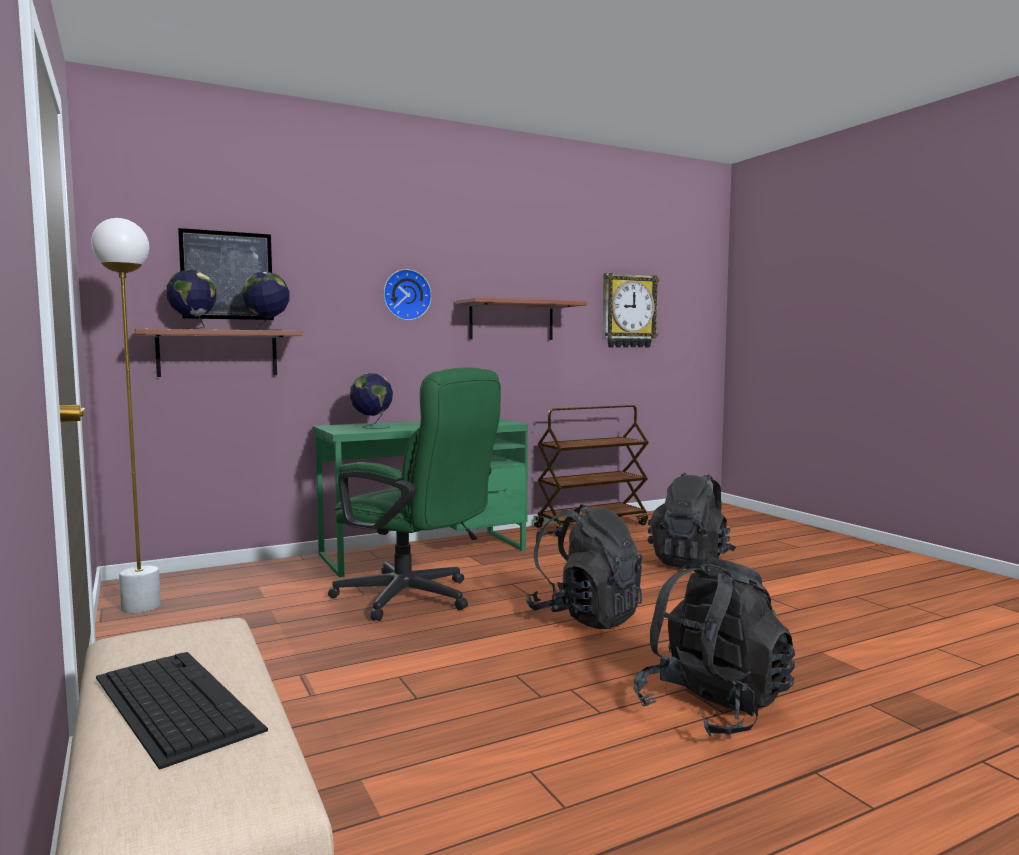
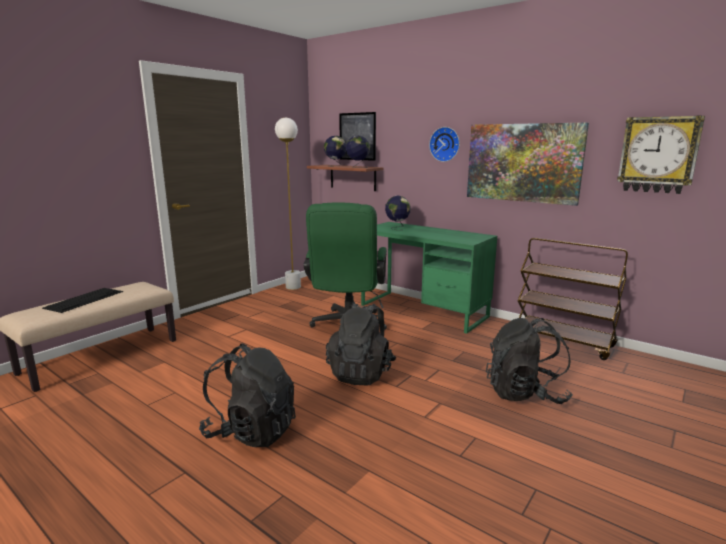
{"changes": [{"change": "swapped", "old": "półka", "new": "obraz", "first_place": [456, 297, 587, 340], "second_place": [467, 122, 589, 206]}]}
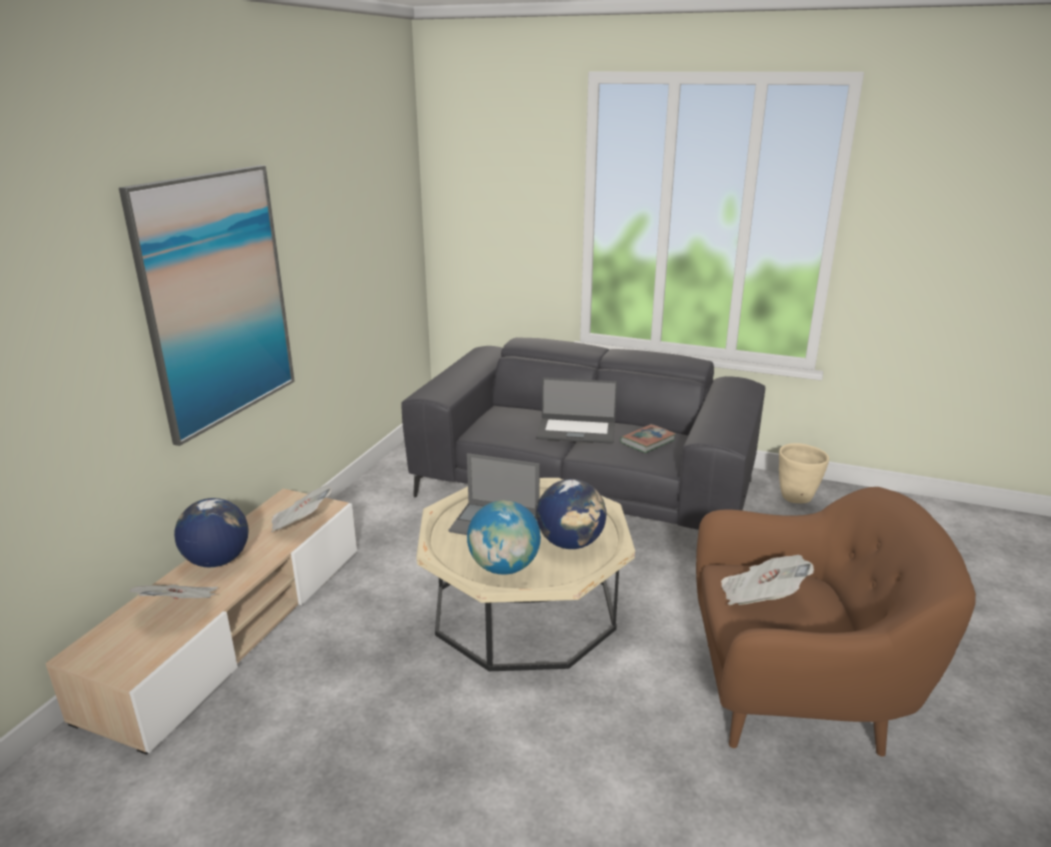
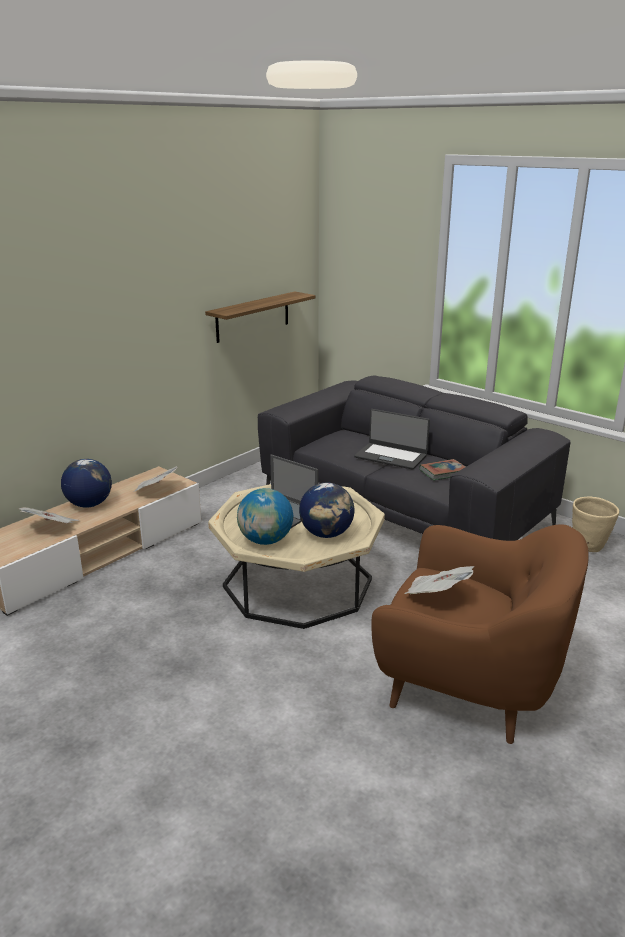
{"changes": [{"change": "gone", "old": "obraz", "first_place": [119, 165, 295, 446]}, {"change": "new", "new": "półka", "second_place": [205, 292, 315, 343]}]}
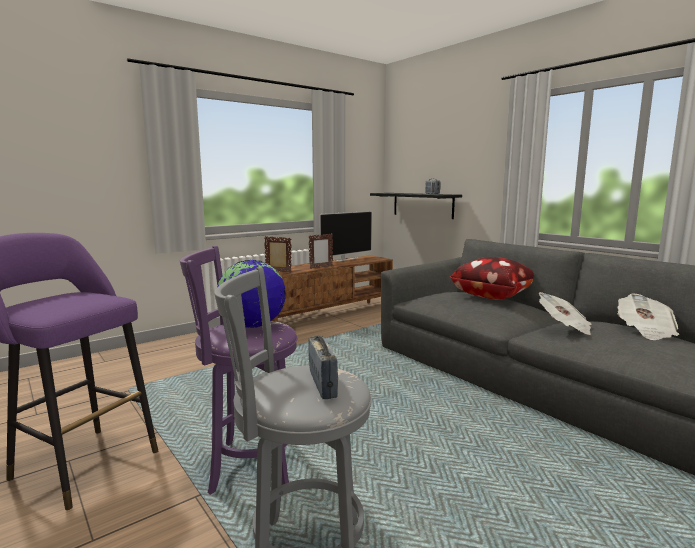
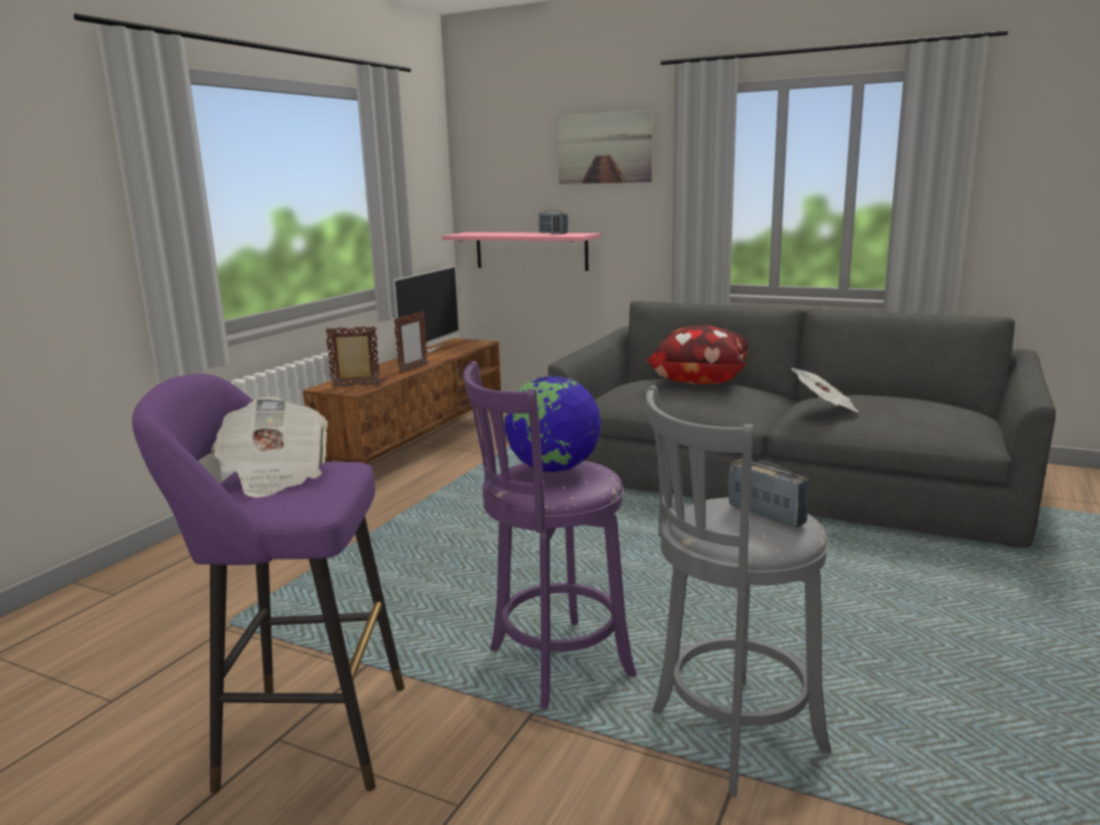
{"changes": [{"change": "repainted", "old": "półka (czarny)", "new": "półka (różowy)", "first_place": [370, 193, 462, 219], "second_place": [442, 232, 601, 271]}, {"change": "shifted", "old": "gazeta", "first_place": [618, 294, 679, 340], "second_place": [211, 397, 328, 498]}, {"change": "new", "new": "obraz", "second_place": [557, 110, 652, 184]}]}
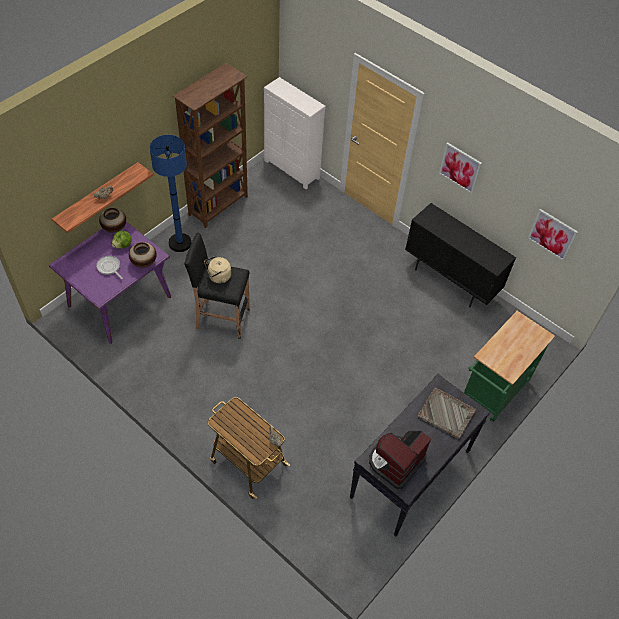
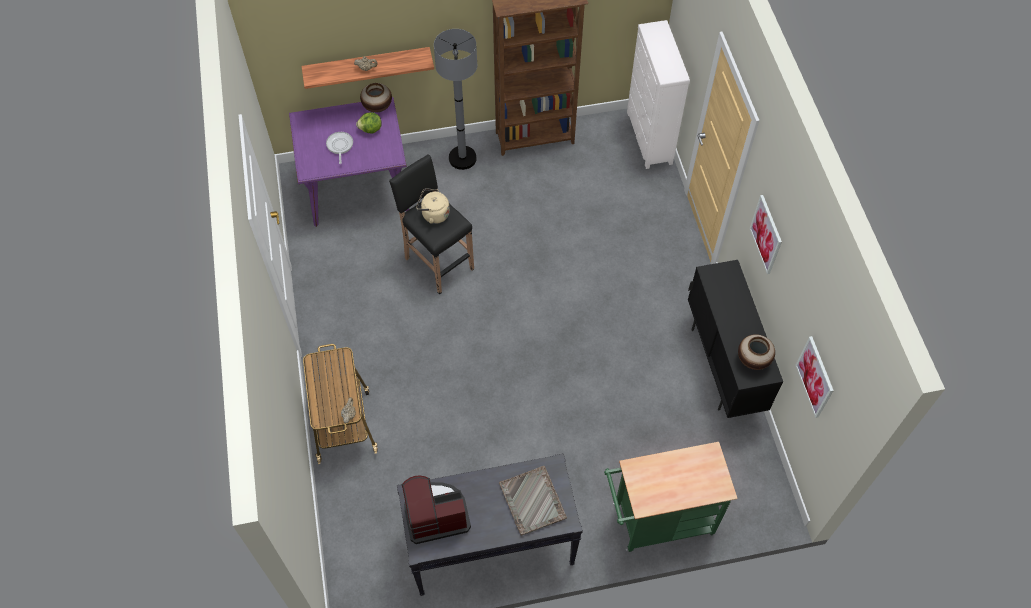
{"changes": [{"change": "shifted", "old": "wazon", "first_place": [129, 242, 157, 268], "second_place": [738, 334, 775, 370]}, {"change": "repainted", "old": "lampa stojąca (niebieski)", "new": "lampa stojąca (szary)", "first_place": [150, 135, 192, 252], "second_place": [434, 29, 477, 170]}]}
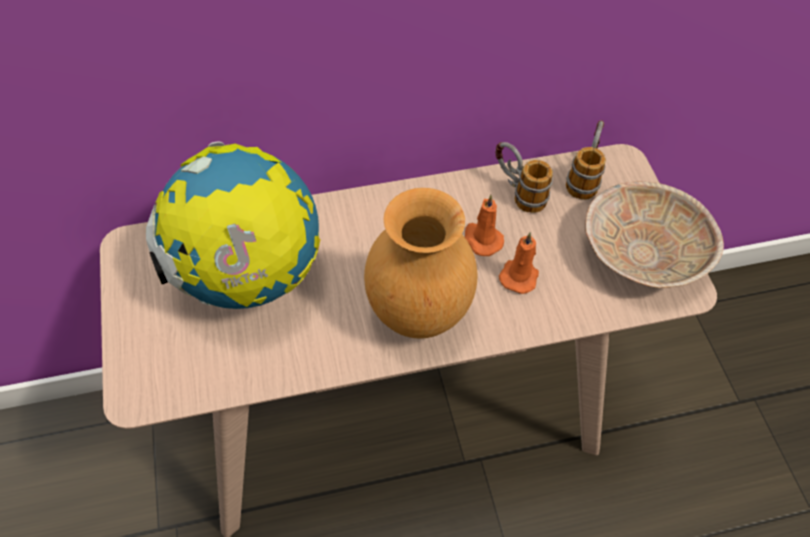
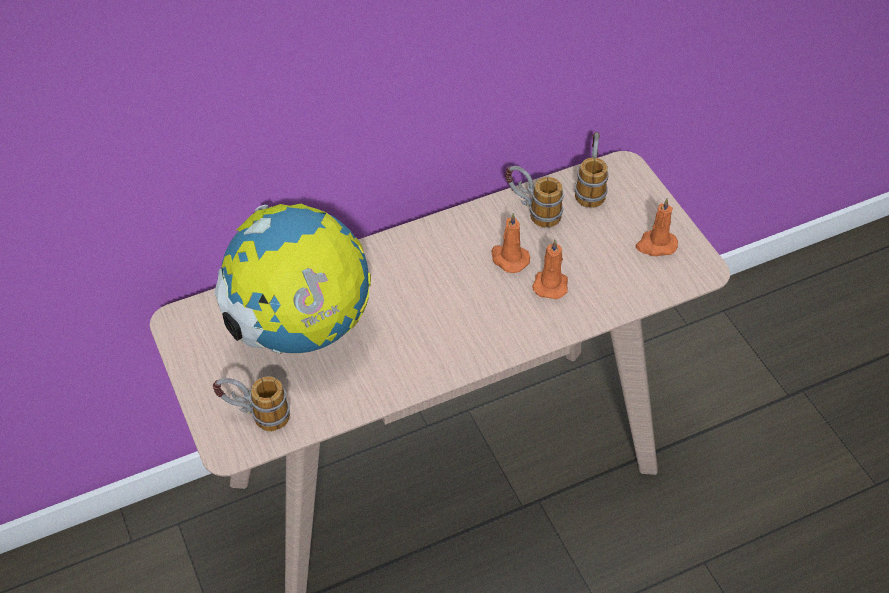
{"changes": [{"change": "gone", "old": "wazon (brązowy)", "first_place": [364, 188, 477, 338]}, {"change": "swapped", "old": "miska (beżowy)", "new": "świeca (pomarańczowy)", "first_place": [585, 182, 724, 288], "second_place": [636, 198, 678, 256]}, {"change": "new", "new": "kubek", "second_place": [213, 376, 290, 431]}]}
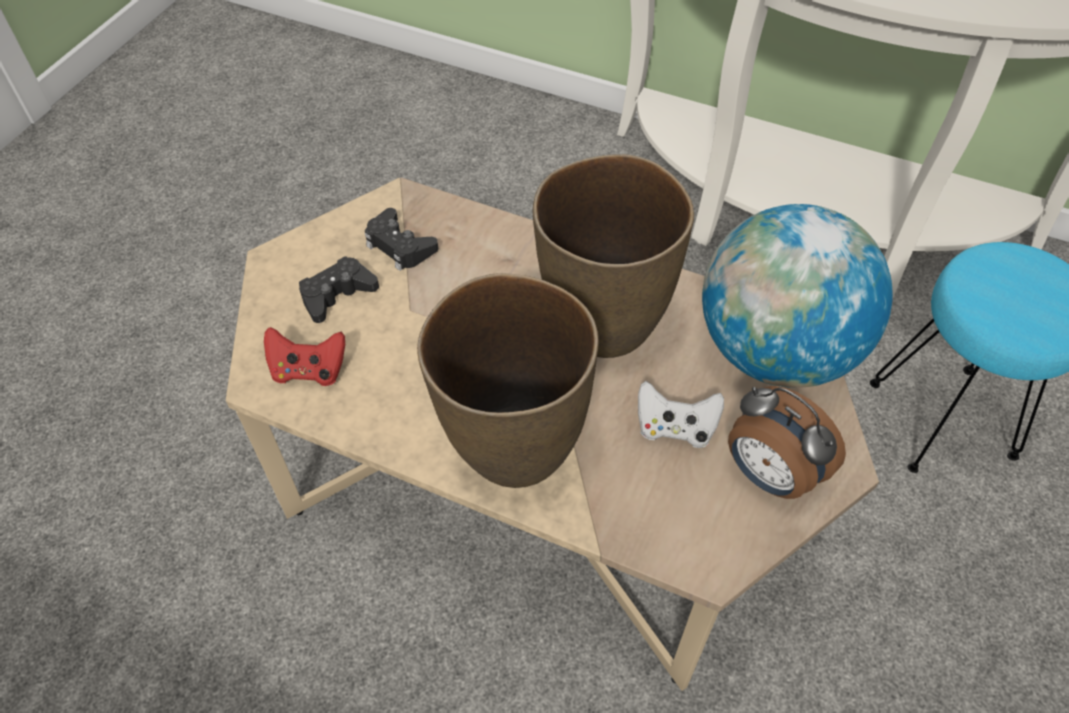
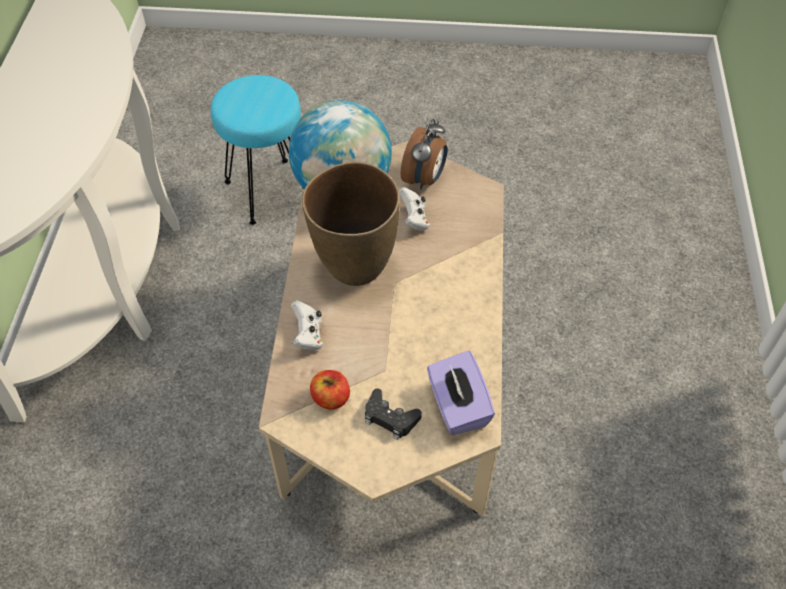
{"changes": [{"change": "swapped", "old": "pad do gier (czerwony)", "new": "pudełko chusteczek (fioletowy)", "first_place": [264, 327, 345, 386], "second_place": [427, 351, 495, 435]}, {"change": "swapped", "old": "pad do gier (czarny)", "new": "jabłko", "first_place": [365, 208, 438, 271], "second_place": [310, 370, 350, 410]}, {"change": "gone", "old": "wazon (brązowy)", "first_place": [417, 273, 599, 488]}, {"change": "new", "new": "pad do gier (biały)", "second_place": [291, 300, 323, 350]}]}
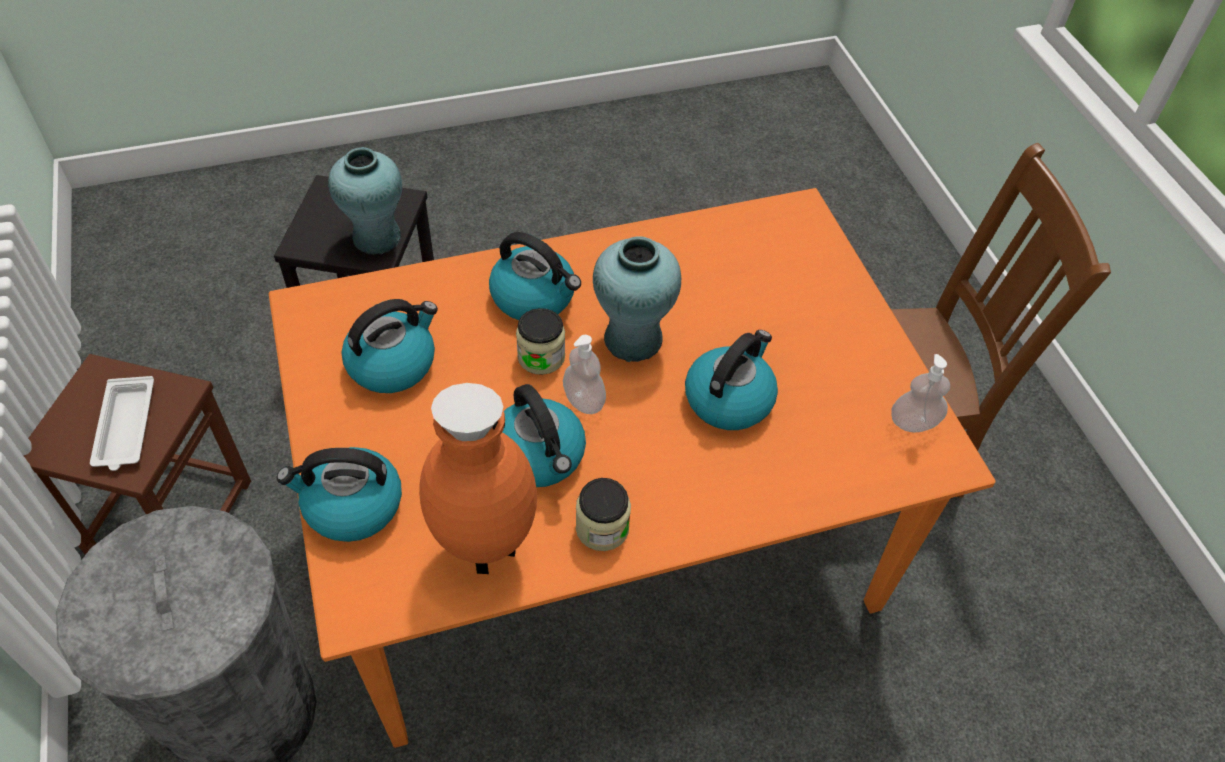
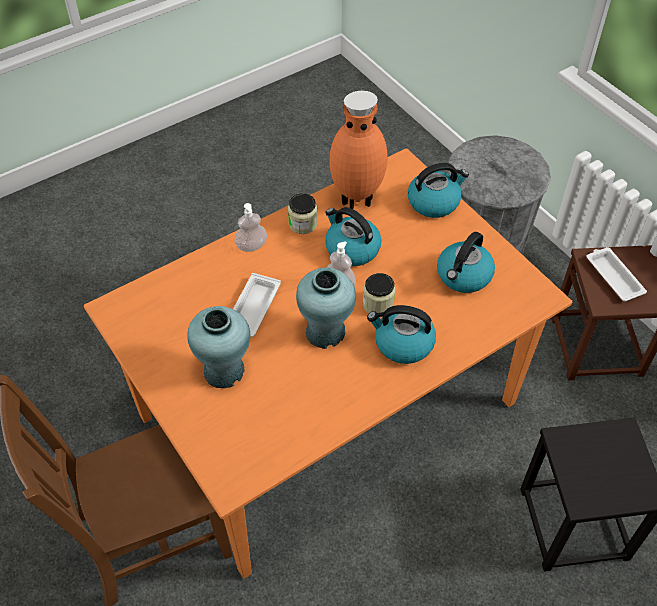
{"changes": [{"change": "shifted", "old": "wazon (turkusowy)", "first_place": [328, 147, 402, 255], "second_place": [187, 306, 250, 388]}, {"change": "swapped", "old": "czajnik", "new": "taca (biały)", "first_place": [685, 330, 778, 430], "second_place": [233, 273, 281, 337]}, {"change": "shifted", "old": "dozownik mydła", "first_place": [891, 354, 950, 432], "second_place": [235, 203, 267, 252]}]}
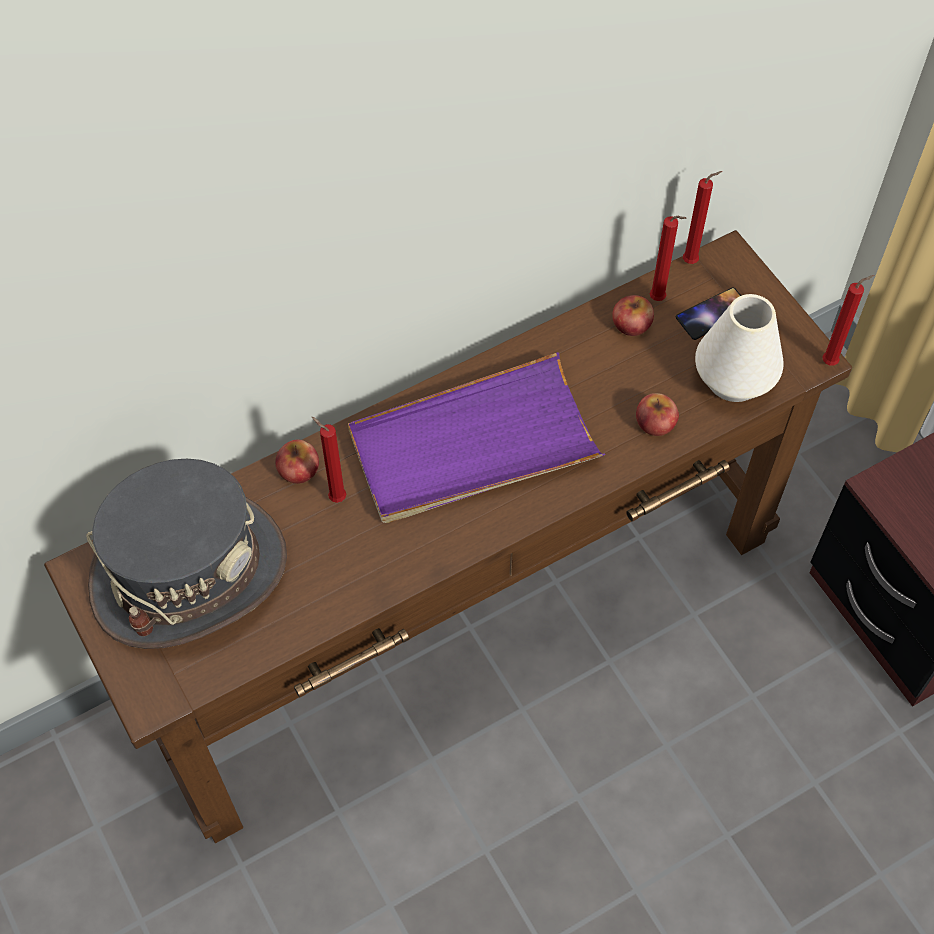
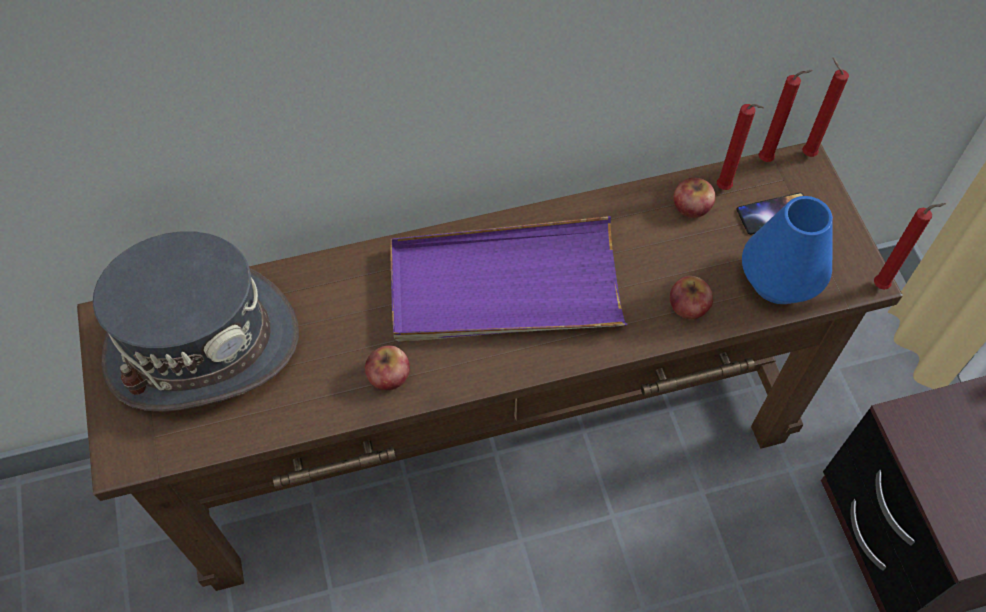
{"changes": [{"change": "shifted", "old": "jabłko", "first_place": [275, 440, 319, 484], "second_place": [365, 345, 410, 390]}, {"change": "shifted", "old": "świeca (czerwony)", "first_place": [311, 417, 346, 503], "second_place": [802, 57, 849, 157]}, {"change": "repainted", "old": "wazon (biały)", "new": "wazon (niebieski)", "first_place": [695, 294, 784, 402], "second_place": [742, 196, 833, 304]}]}
